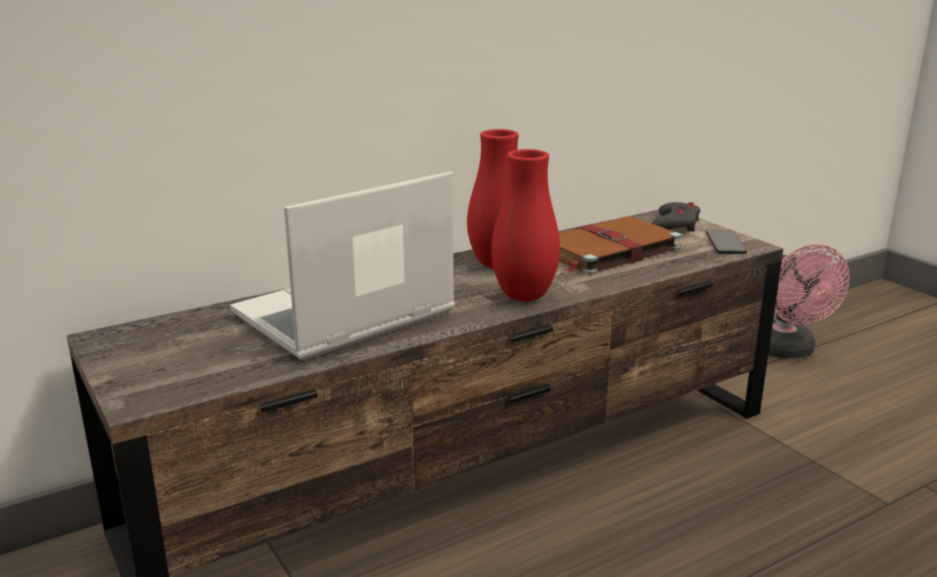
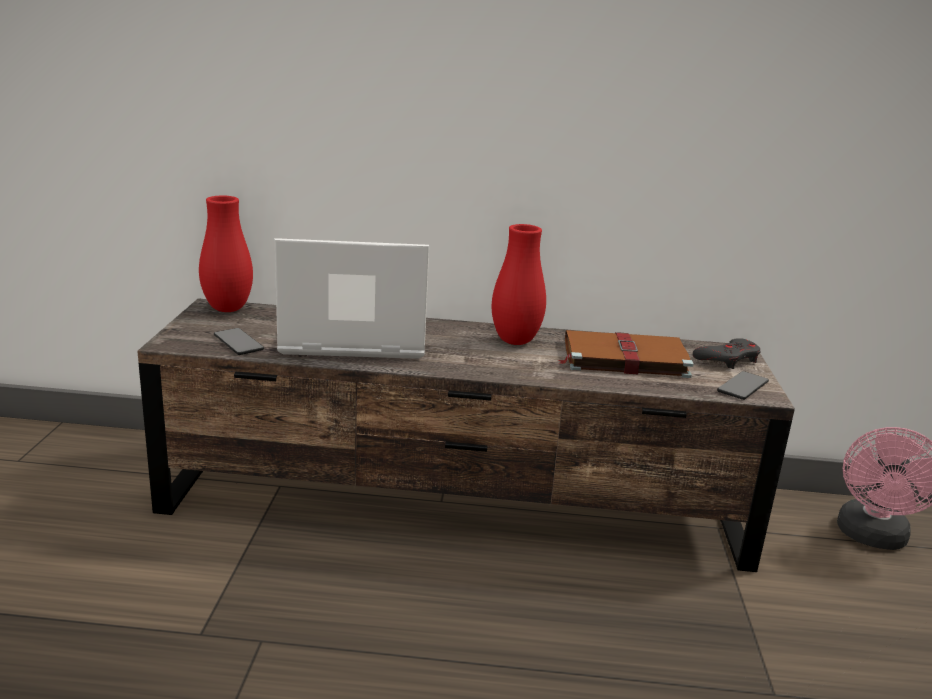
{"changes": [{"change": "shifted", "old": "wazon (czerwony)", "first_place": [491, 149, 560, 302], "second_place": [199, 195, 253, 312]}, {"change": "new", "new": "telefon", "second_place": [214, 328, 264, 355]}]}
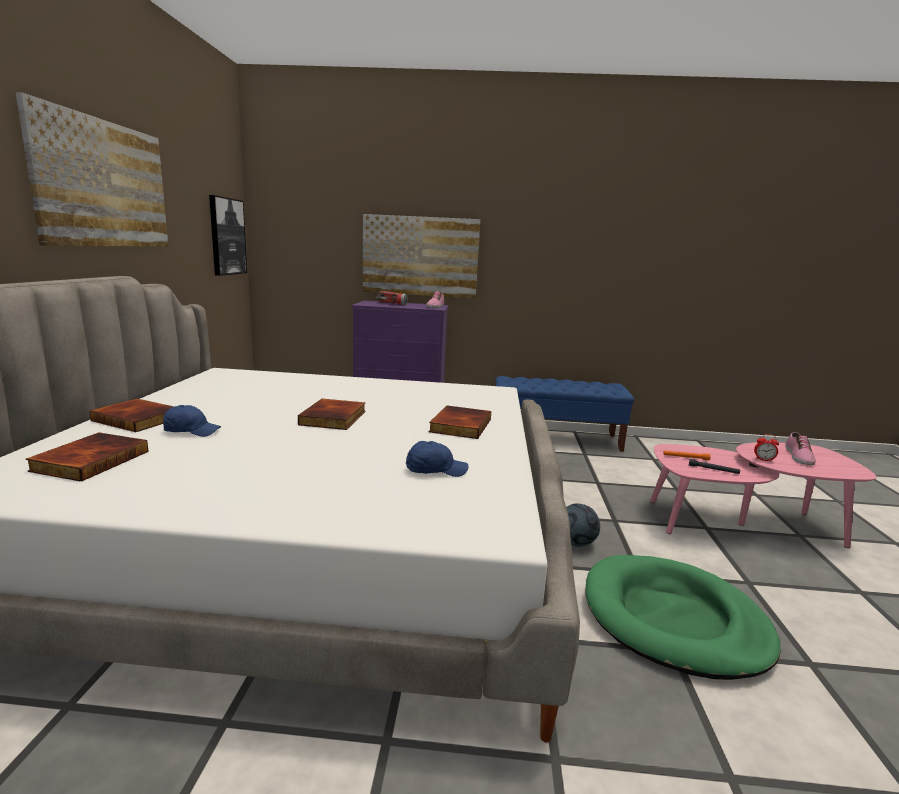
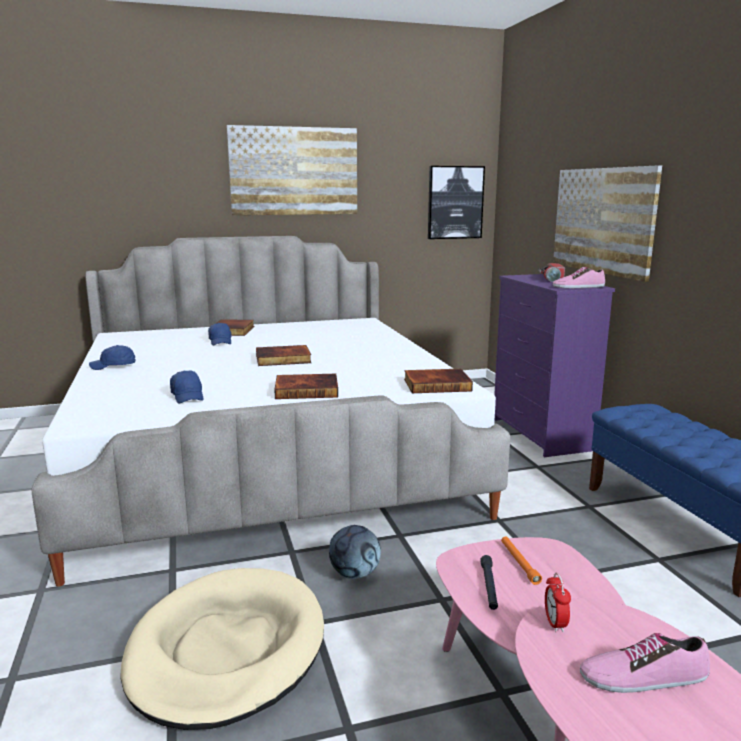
{"changes": [{"change": "shifted", "old": "książka", "first_place": [26, 432, 149, 482], "second_place": [404, 369, 473, 393]}, {"change": "repainted", "old": "legowisko (zielony)", "new": "legowisko (beżowy)", "first_place": [585, 555, 781, 680], "second_place": [120, 568, 324, 730]}, {"change": "new", "new": "czapka z daszkiem (niebieski)", "second_place": [89, 345, 136, 370]}]}
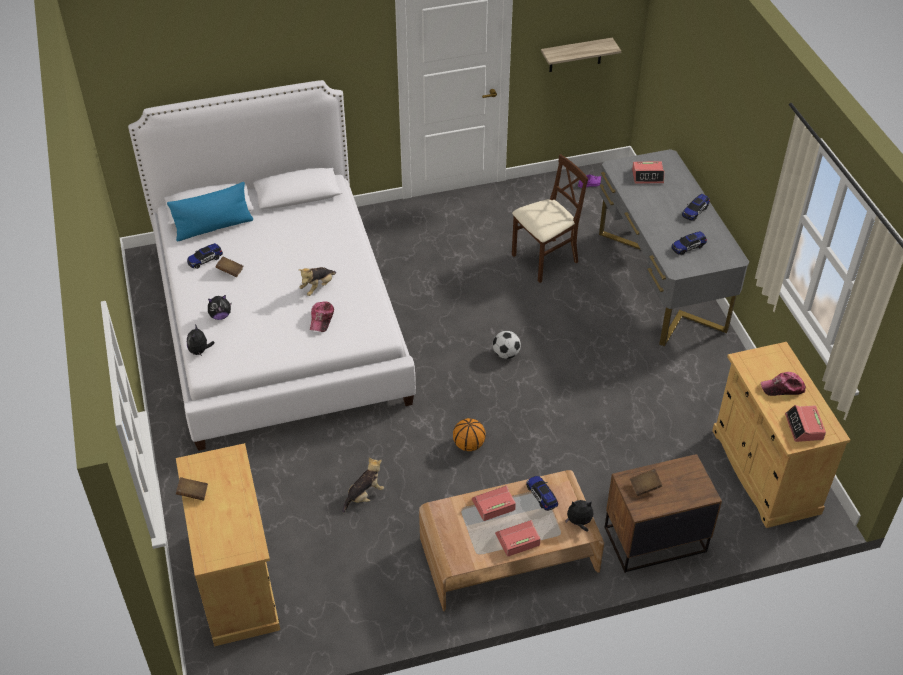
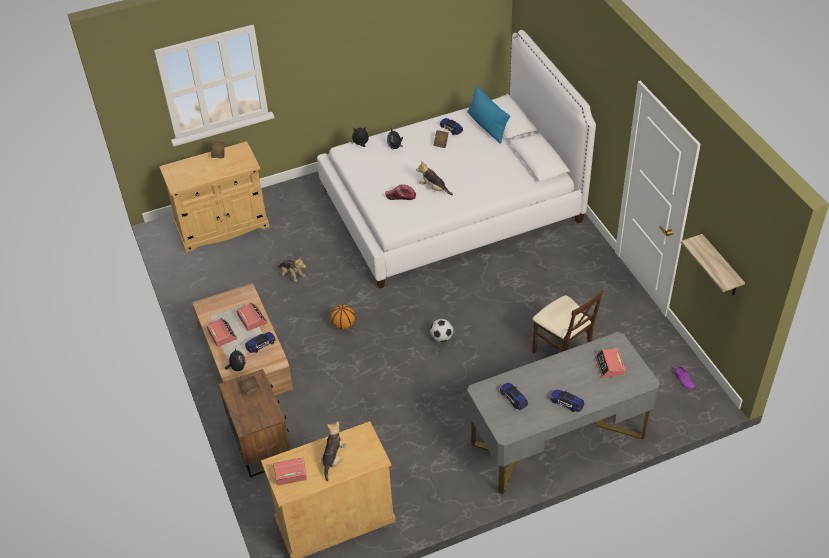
{"changes": [{"change": "swapped", "old": "czapka z daszkiem", "new": "pluszak", "first_place": [761, 372, 806, 396], "second_place": [321, 421, 347, 481]}]}
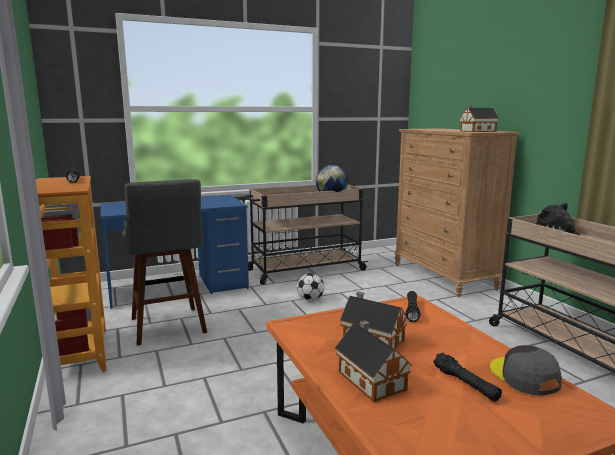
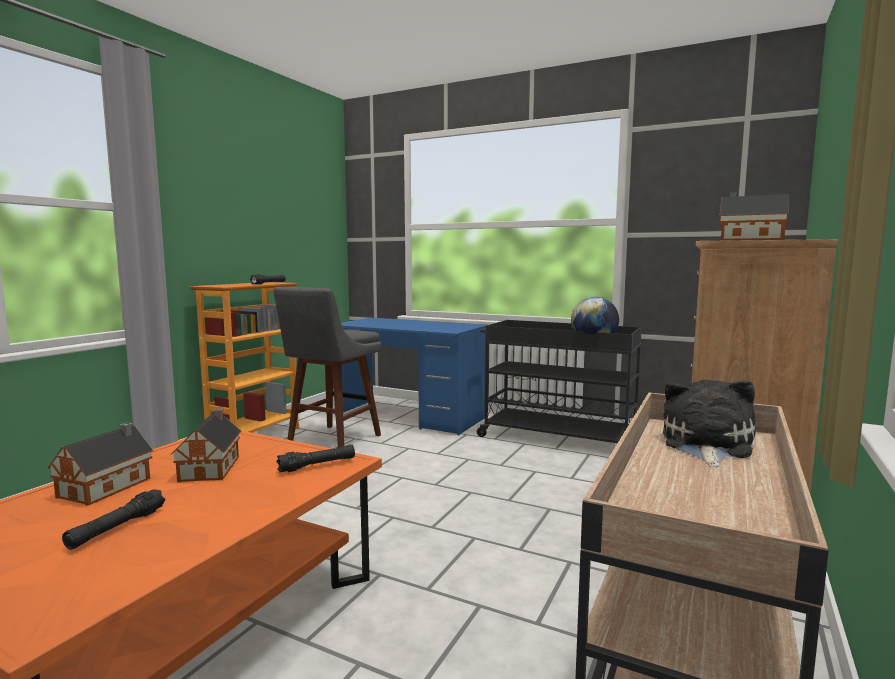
{"changes": [{"change": "repainted", "old": "wózek (beżowy)", "new": "wózek (czarny)", "first_place": [244, 185, 368, 285], "second_place": [477, 320, 642, 443]}, {"change": "gone", "old": "piłka futbolowa", "first_place": [297, 273, 324, 301]}, {"change": "gone", "old": "czapka z daszkiem (szary)", "first_place": [490, 345, 562, 396]}]}
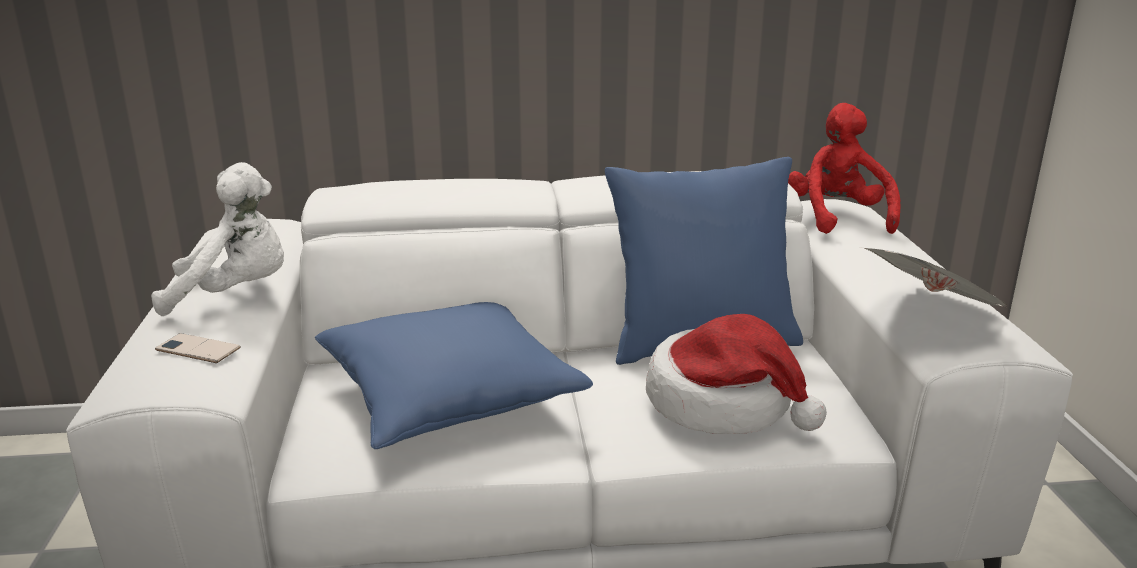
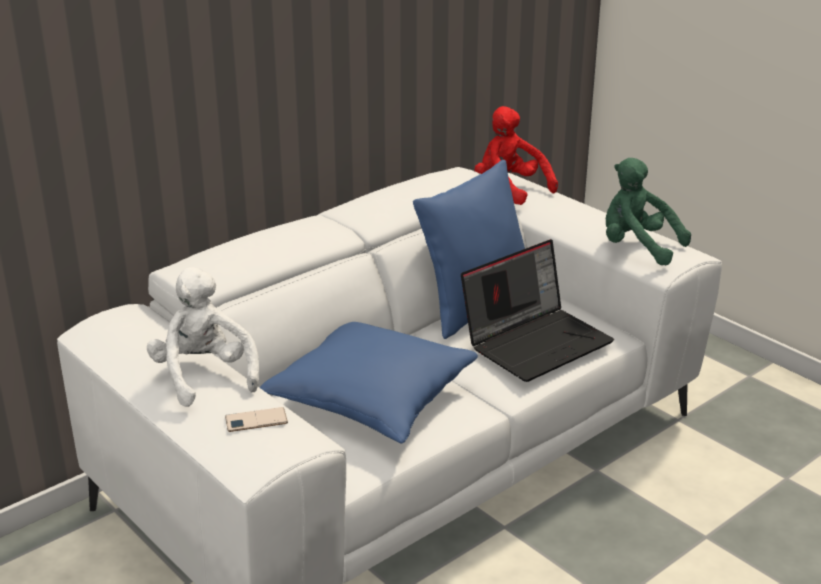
{"changes": [{"change": "rotated", "old": "pluszak (biały)", "first_place": [151, 162, 284, 316], "second_place": [147, 267, 259, 407], "degrees": -75}, {"change": "swapped", "old": "kapelusz", "new": "laptop", "first_place": [646, 314, 827, 434], "second_place": [461, 239, 614, 382]}, {"change": "swapped", "old": "gazeta", "new": "pluszak (zielony)", "first_place": [860, 247, 1008, 307], "second_place": [606, 158, 691, 265]}]}
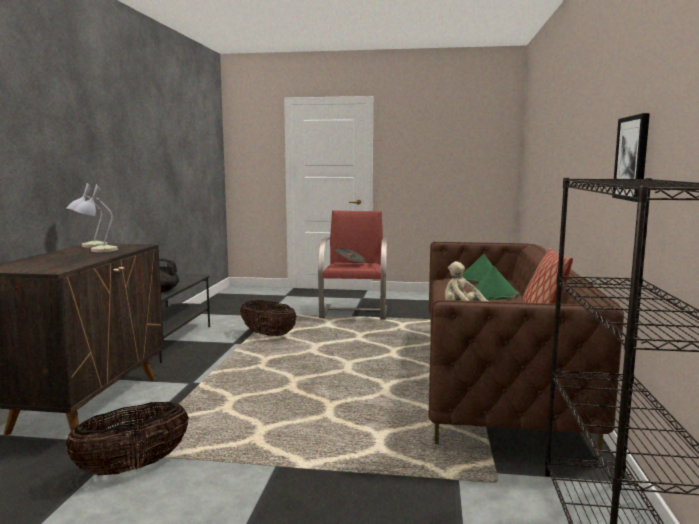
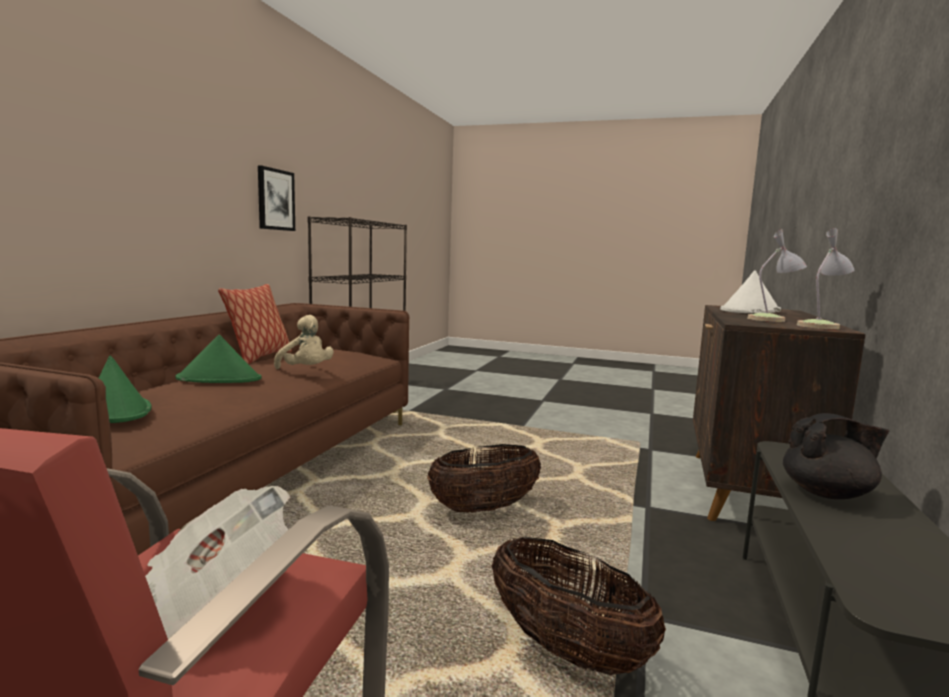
{"changes": [{"change": "shifted", "old": "koszyk", "first_place": [65, 402, 189, 475], "second_place": [427, 444, 541, 513]}, {"change": "new", "new": "kapelusz (biały)", "second_place": [720, 270, 781, 313]}]}
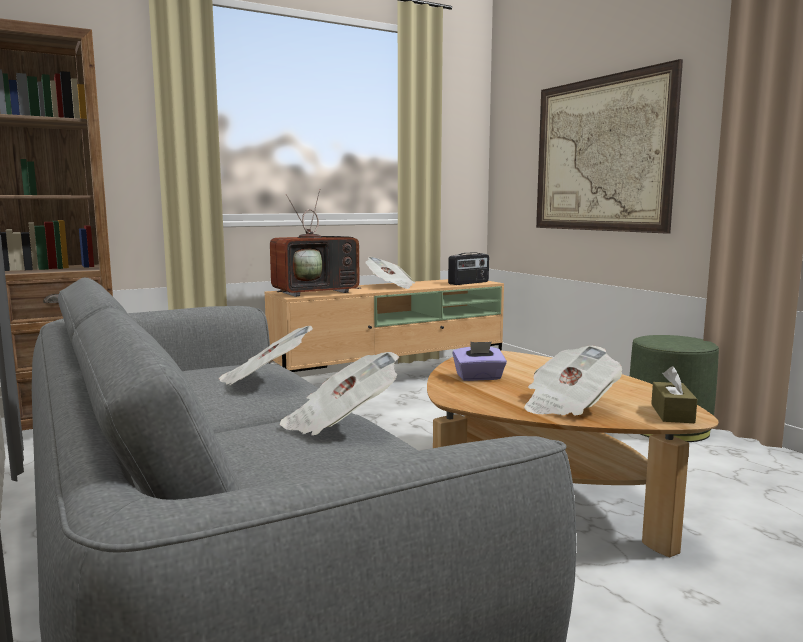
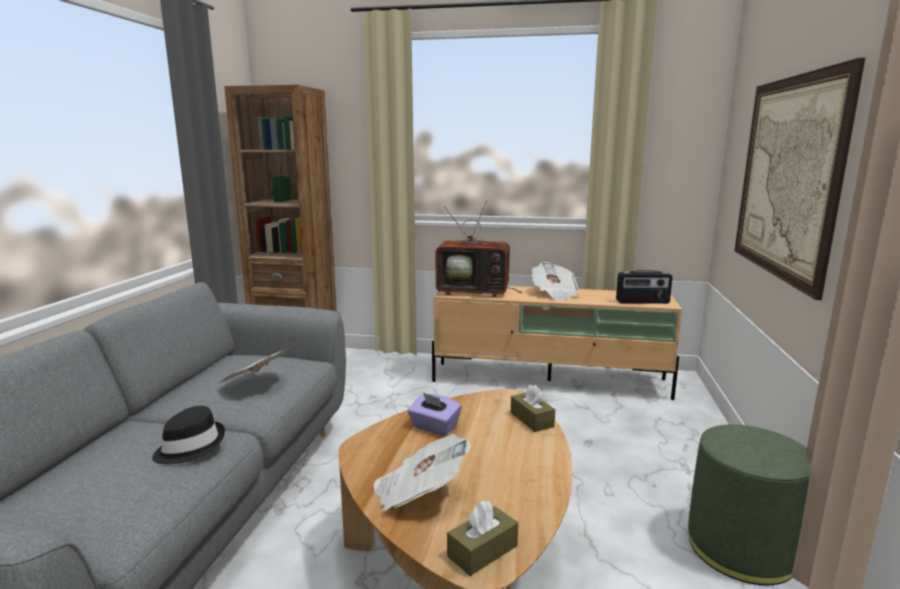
{"changes": [{"change": "swapped", "old": "gazeta", "new": "kapelusz (czarny)", "first_place": [280, 352, 399, 435], "second_place": [152, 406, 225, 464]}, {"change": "new", "new": "pudełko chusteczek (brązowy)", "second_place": [511, 384, 555, 432]}]}
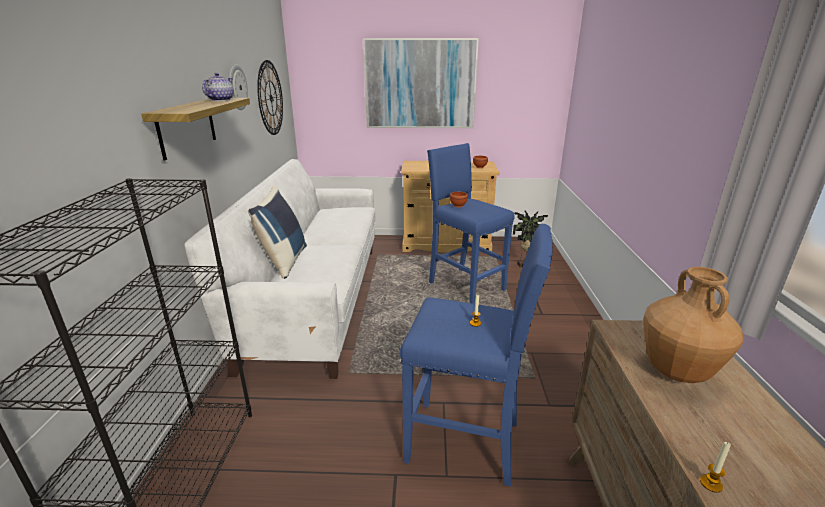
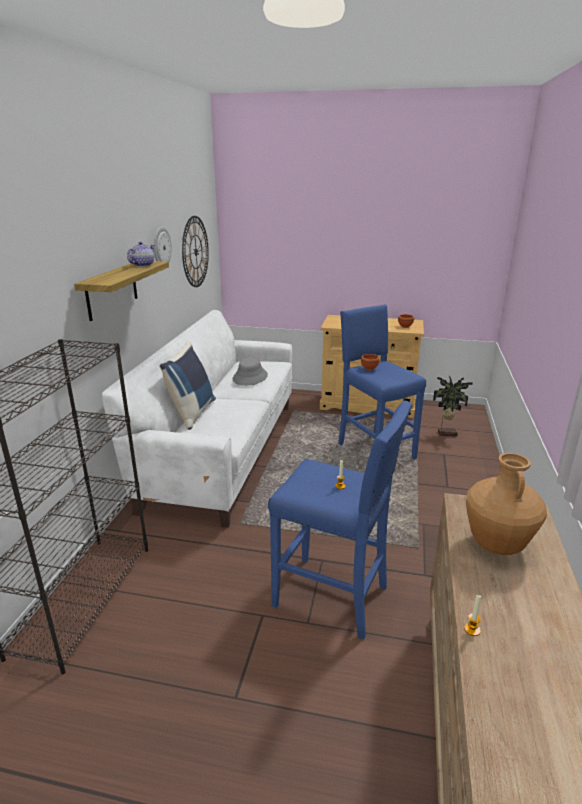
{"changes": [{"change": "gone", "old": "obraz", "first_place": [363, 38, 479, 128]}, {"change": "new", "new": "kapelusz (szary)", "second_place": [233, 358, 268, 386]}]}
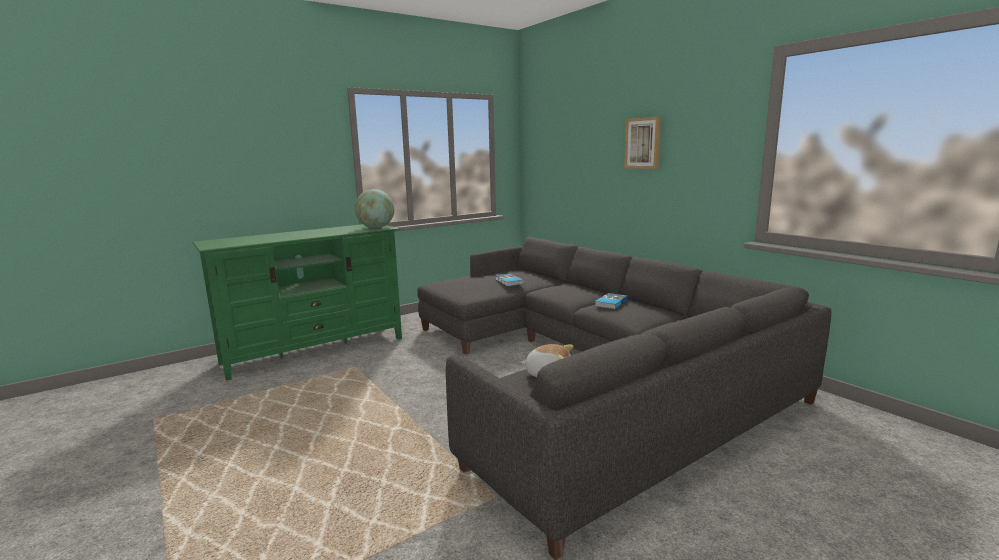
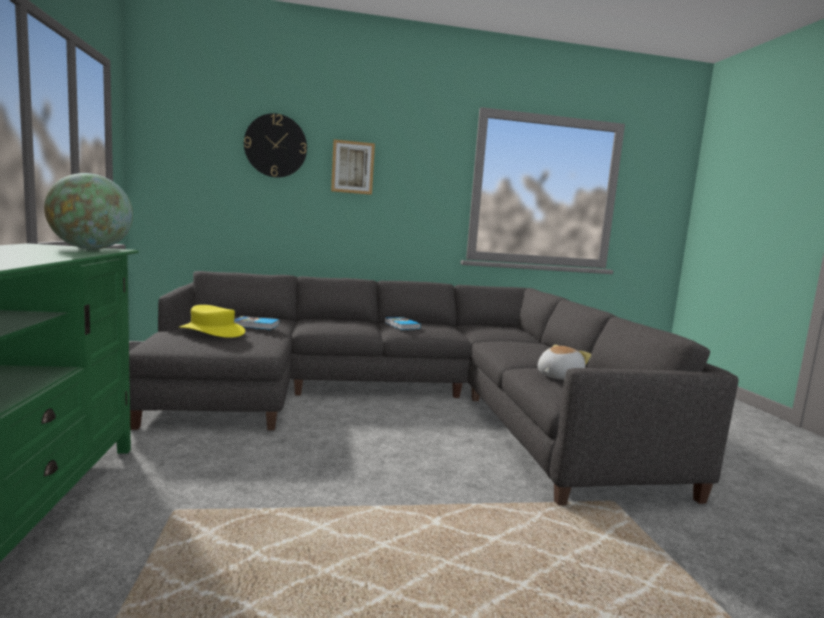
{"changes": [{"change": "new", "new": "kapelusz (żółty)", "second_place": [179, 305, 245, 338]}, {"change": "new", "new": "zegar ścienny", "second_place": [244, 113, 307, 178]}]}
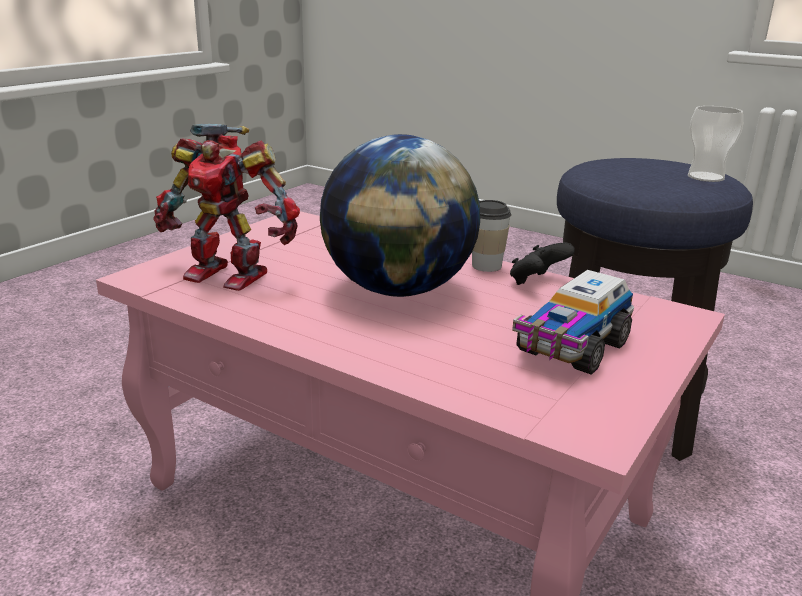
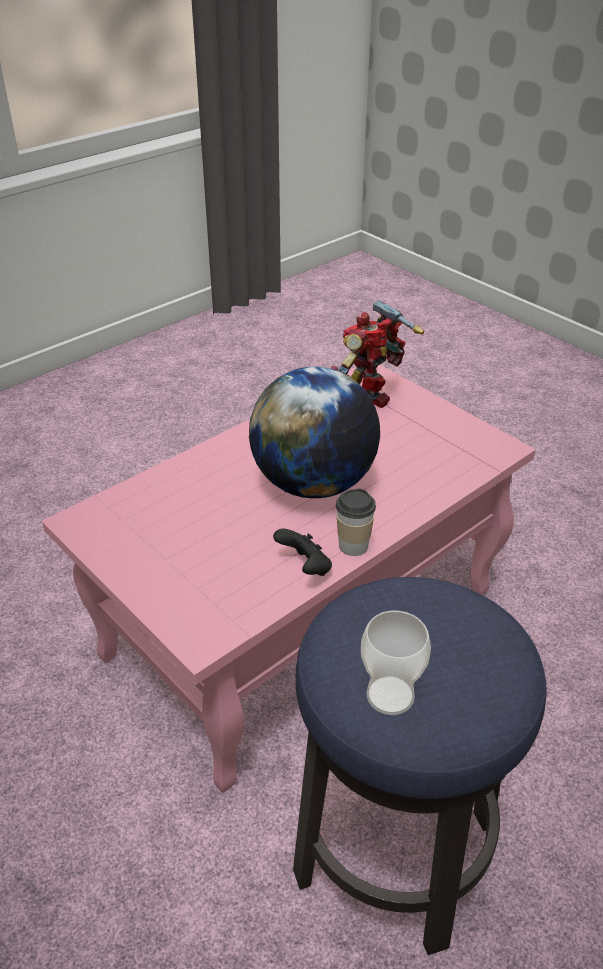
{"changes": [{"change": "gone", "old": "ciężarówka zabawkowa", "first_place": [512, 270, 634, 375]}]}
